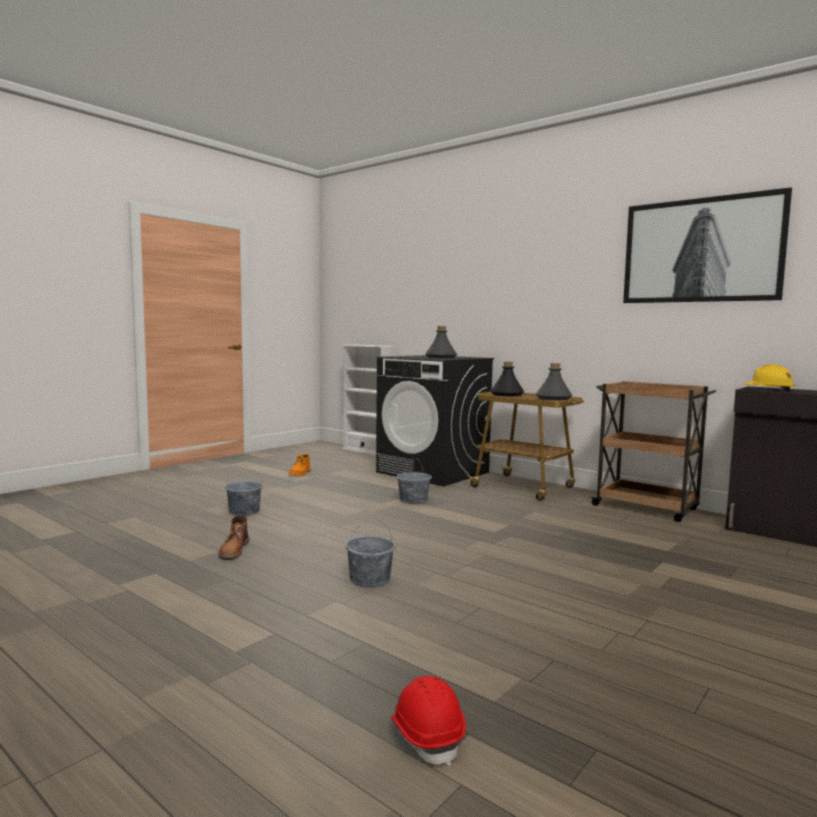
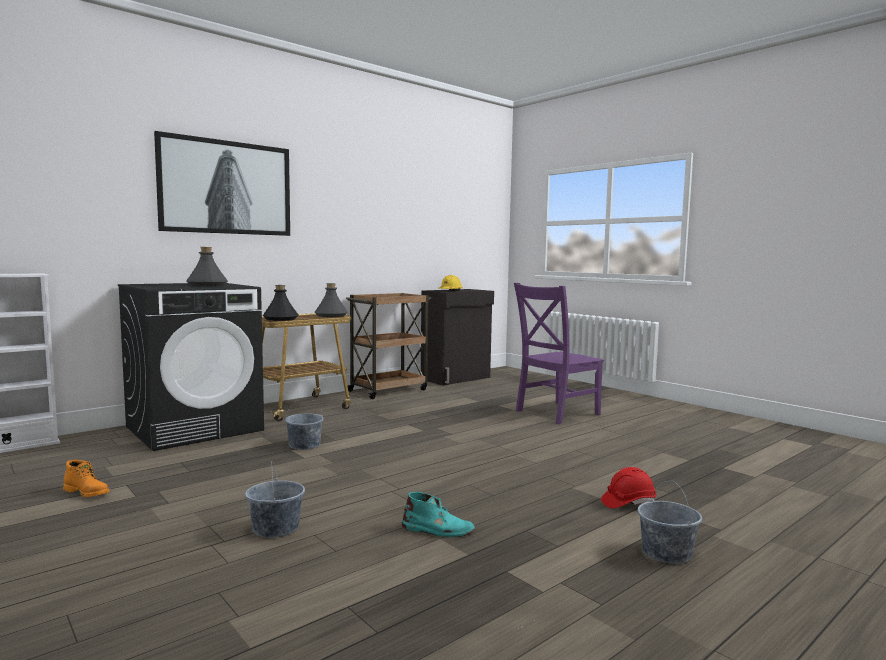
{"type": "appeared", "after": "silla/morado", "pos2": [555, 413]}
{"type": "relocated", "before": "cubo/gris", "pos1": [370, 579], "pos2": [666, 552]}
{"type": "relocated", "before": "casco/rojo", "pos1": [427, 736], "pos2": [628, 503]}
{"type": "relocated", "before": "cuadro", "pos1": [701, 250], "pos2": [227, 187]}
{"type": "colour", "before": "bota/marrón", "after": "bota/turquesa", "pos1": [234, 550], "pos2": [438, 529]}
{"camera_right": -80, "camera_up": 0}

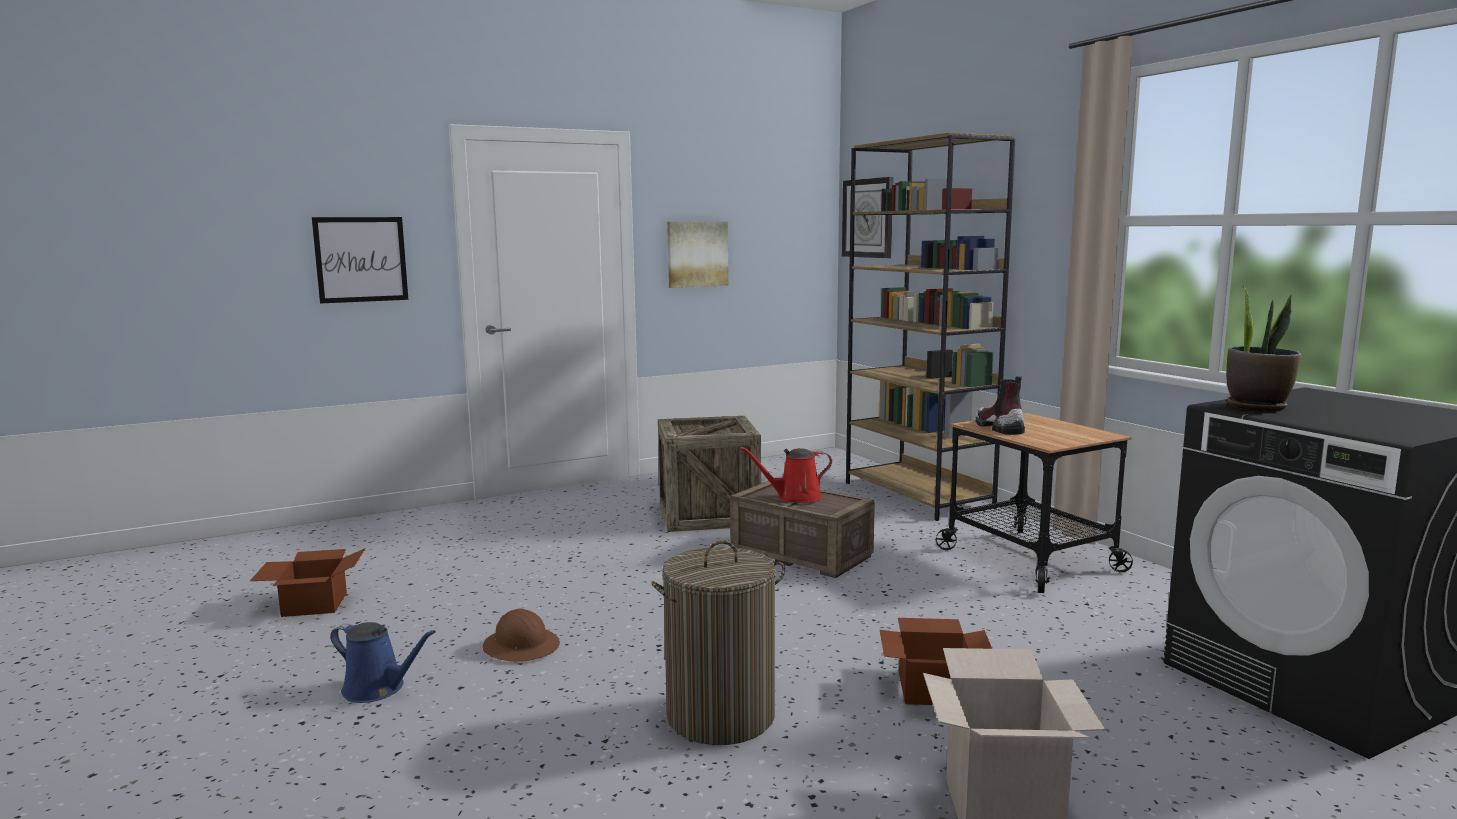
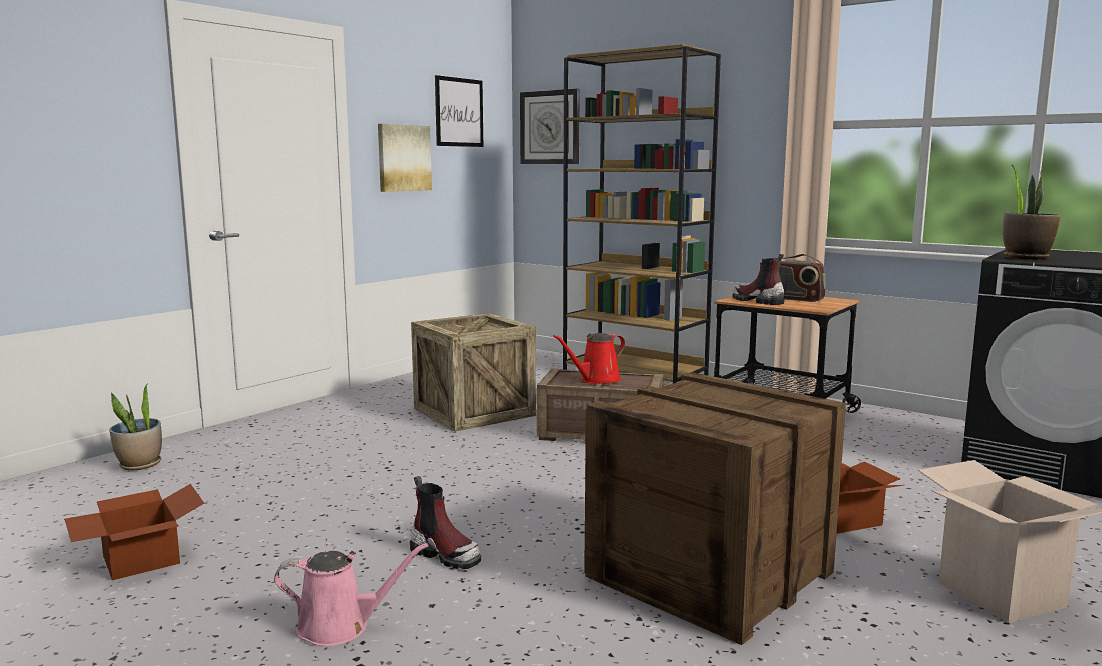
{"type": "appeared", "after": "planta en maceta", "pos2": [140, 465]}
{"type": "appeared", "after": "radio", "pos2": [796, 299]}
{"type": "relocated", "before": "cuadro", "pos1": [361, 259], "pos2": [459, 112]}
{"type": "exchanged", "before": "casco/marrón", "after": "bota", "pos1": [521, 646], "pos2": [445, 555]}
{"type": "exchanged", "before": "cesto de la ropa", "after": "caja de embalaje", "pos1": [720, 716], "pos2": [710, 575]}
{"type": "colour", "before": "regadera/azul", "after": "regadera/rosa", "pos1": [378, 689], "pos2": [340, 627]}
{"camera_right": -25, "camera_up": 0}

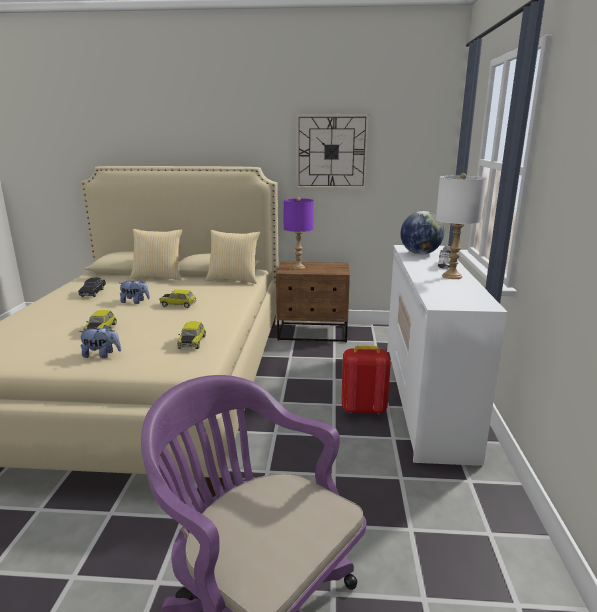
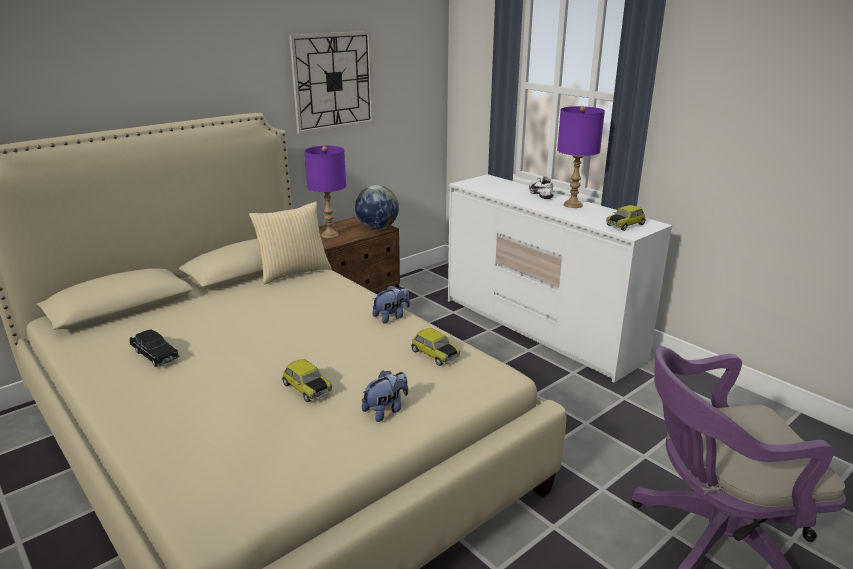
{"type": "missing", "before": "cojín", "pos1": [158, 277]}
{"type": "missing", "before": "mochila/rojo", "pos1": [363, 409]}
{"type": "relocated", "before": "peluche", "pos1": [135, 302], "pos2": [391, 317]}
{"type": "relocated", "before": "coche de juguete", "pos1": [179, 304], "pos2": [625, 225]}
{"type": "relocated", "before": "globo terráqueo", "pos1": [420, 253], "pos2": [377, 228]}
{"type": "colour", "before": "lámpara de mesa/blanco", "after": "lámpara de mesa/morado", "pos1": [452, 276], "pos2": [573, 205]}
{"camera_right": -45, "camera_up": 5}

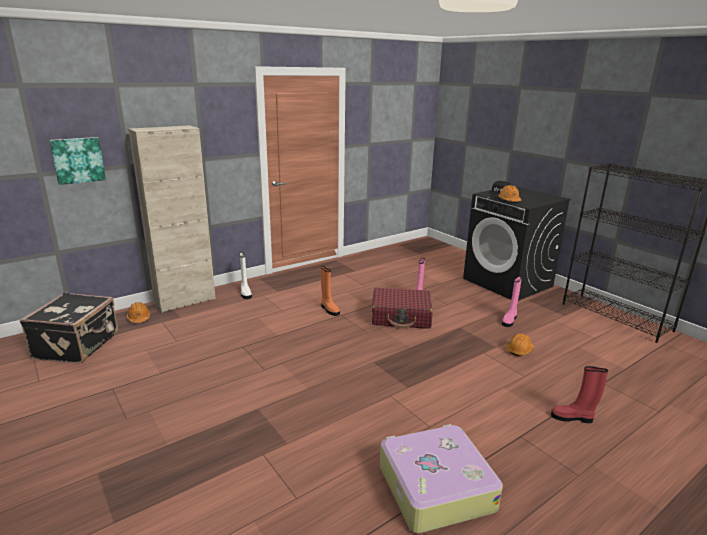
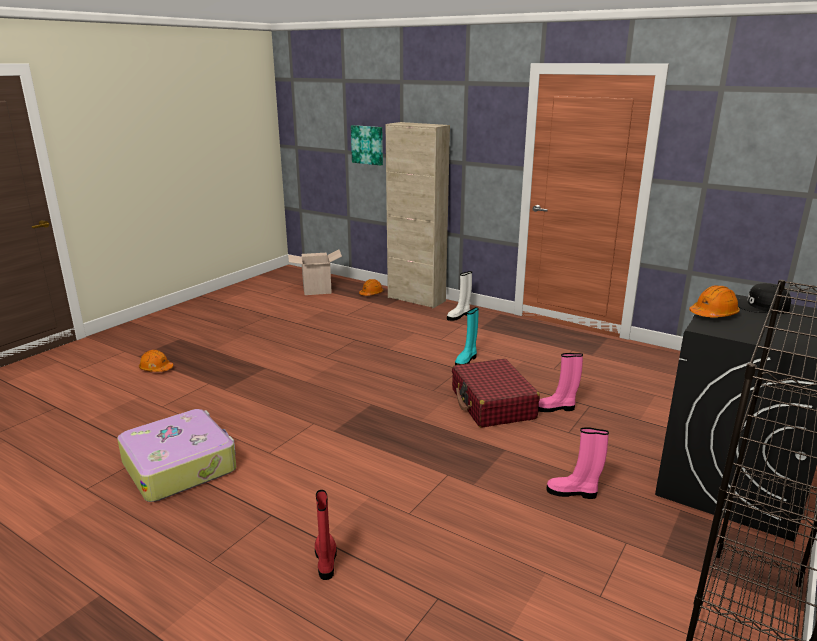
{"type": "relocated", "before": "casco/naranja", "pos1": [519, 350], "pos2": [156, 369]}
{"type": "exchanged", "before": "maleta/negro", "after": "caja de cartón", "pos1": [78, 345], "pos2": [317, 290]}
{"type": "colour", "before": "bota/naranja", "after": "bota/turquesa", "pos1": [329, 309], "pos2": [466, 360]}
{"camera_right": 70, "camera_up": 0}

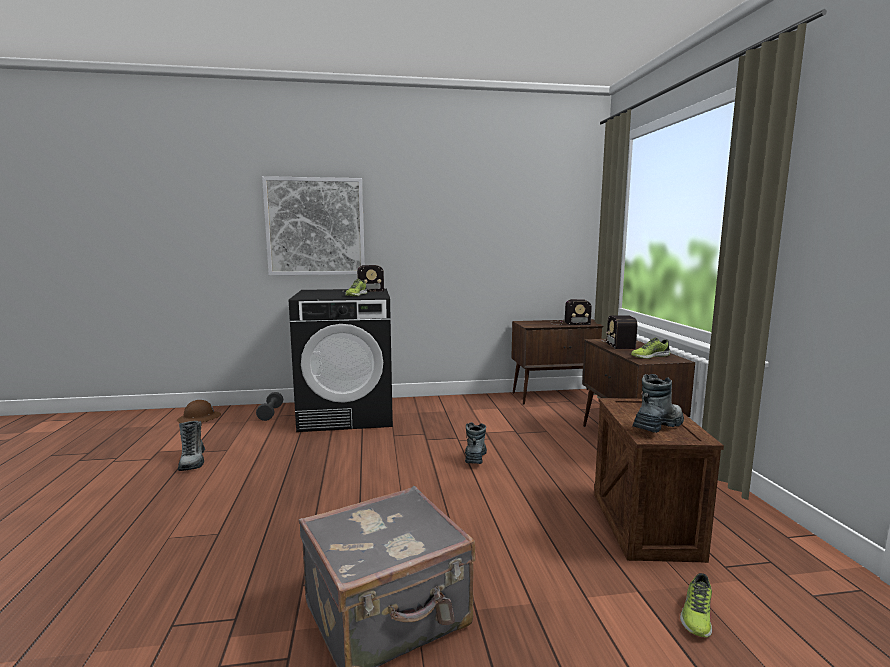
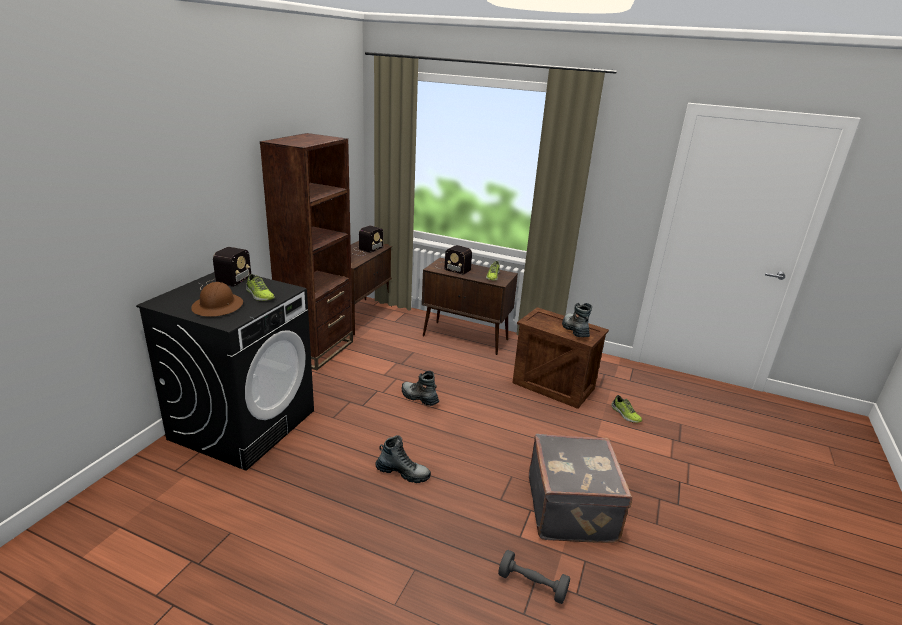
{"type": "missing", "before": "cuadro", "pos1": [315, 227]}
{"type": "appeared", "after": "estantería/marrón", "pos2": [317, 350]}
{"type": "relocated", "before": "casco/marrón", "pos1": [199, 418], "pos2": [218, 306]}
{"type": "relocated", "before": "bota", "pos1": [192, 461], "pos2": [403, 473]}
{"type": "relocated", "before": "mancuerna/gris", "pos1": [270, 413], "pos2": [532, 585]}
{"camera_right": -60, "camera_up": 15}

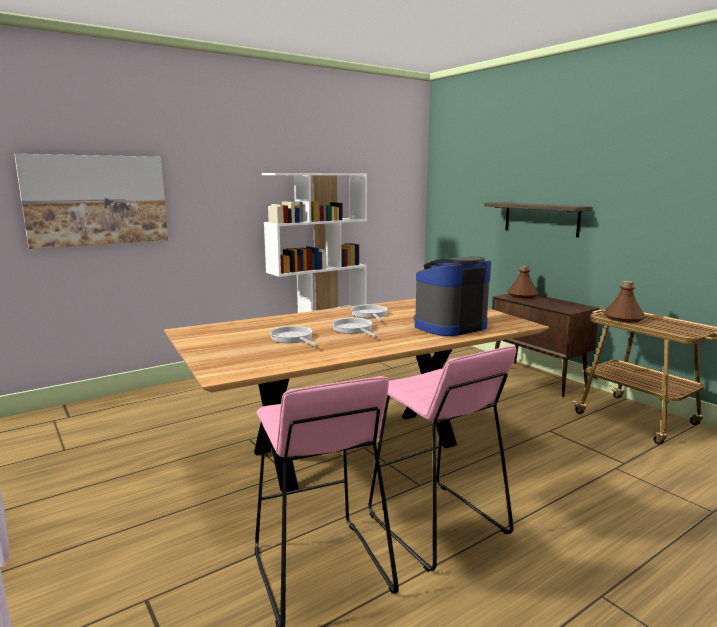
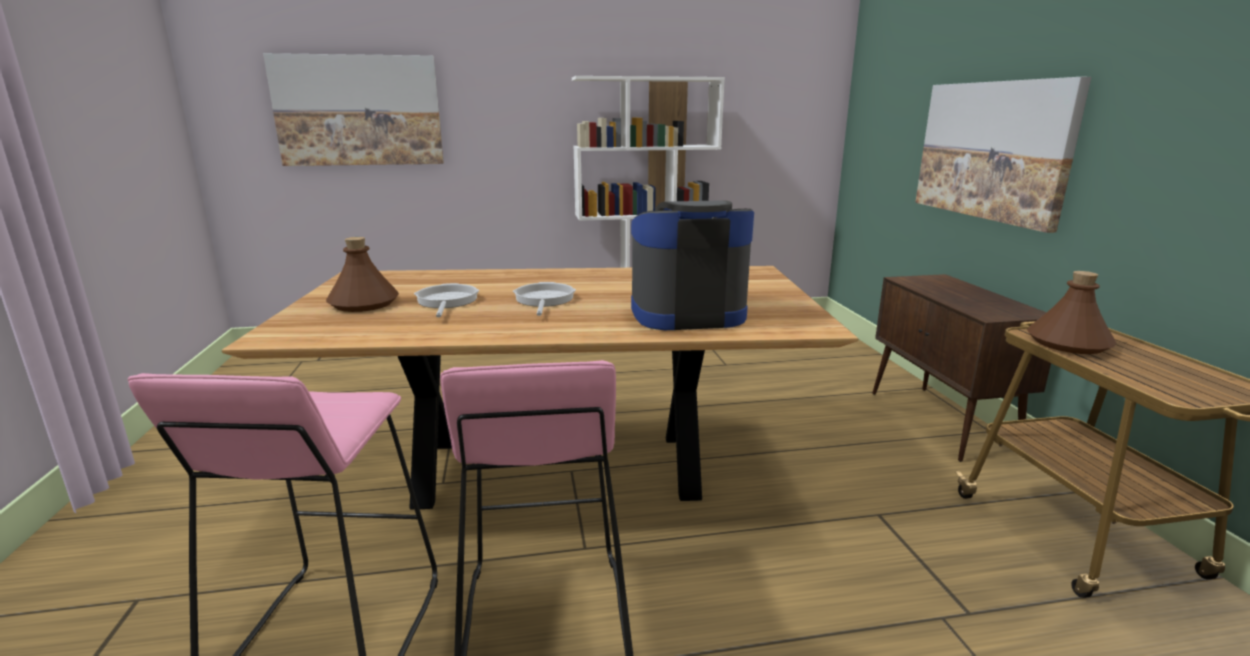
{"type": "missing", "before": "sartén", "pos1": [369, 315]}
{"type": "relocated", "before": "botella/marrón", "pos1": [522, 295], "pos2": [364, 304]}
{"type": "exchanged", "before": "estante", "after": "cuadro", "pos1": [541, 218], "pos2": [992, 150]}
{"camera_right": 25, "camera_up": 5}

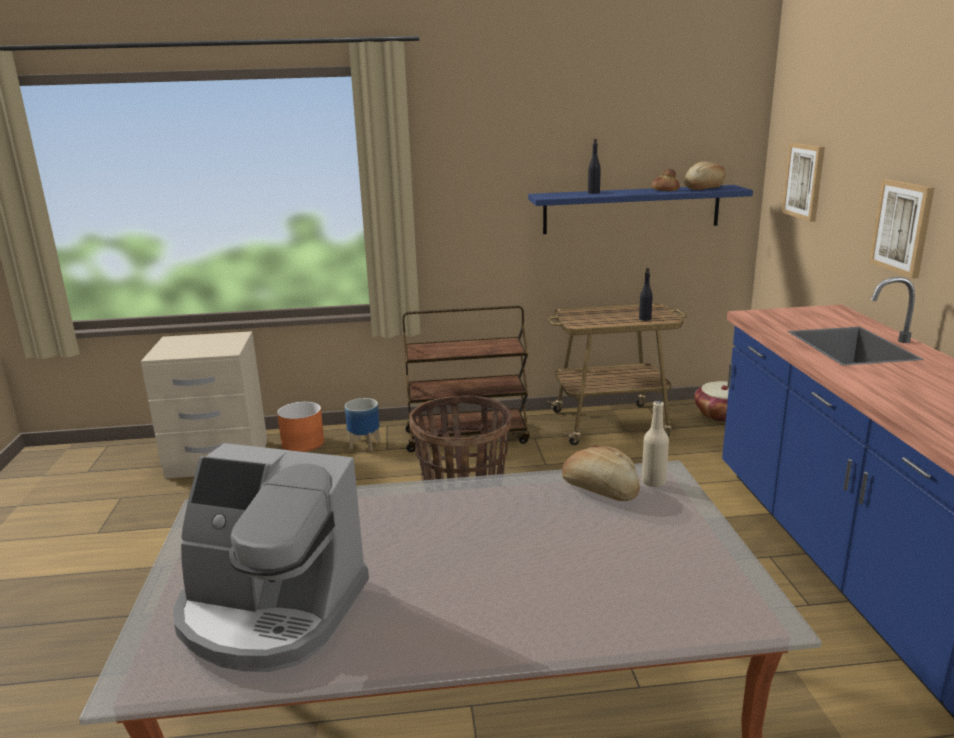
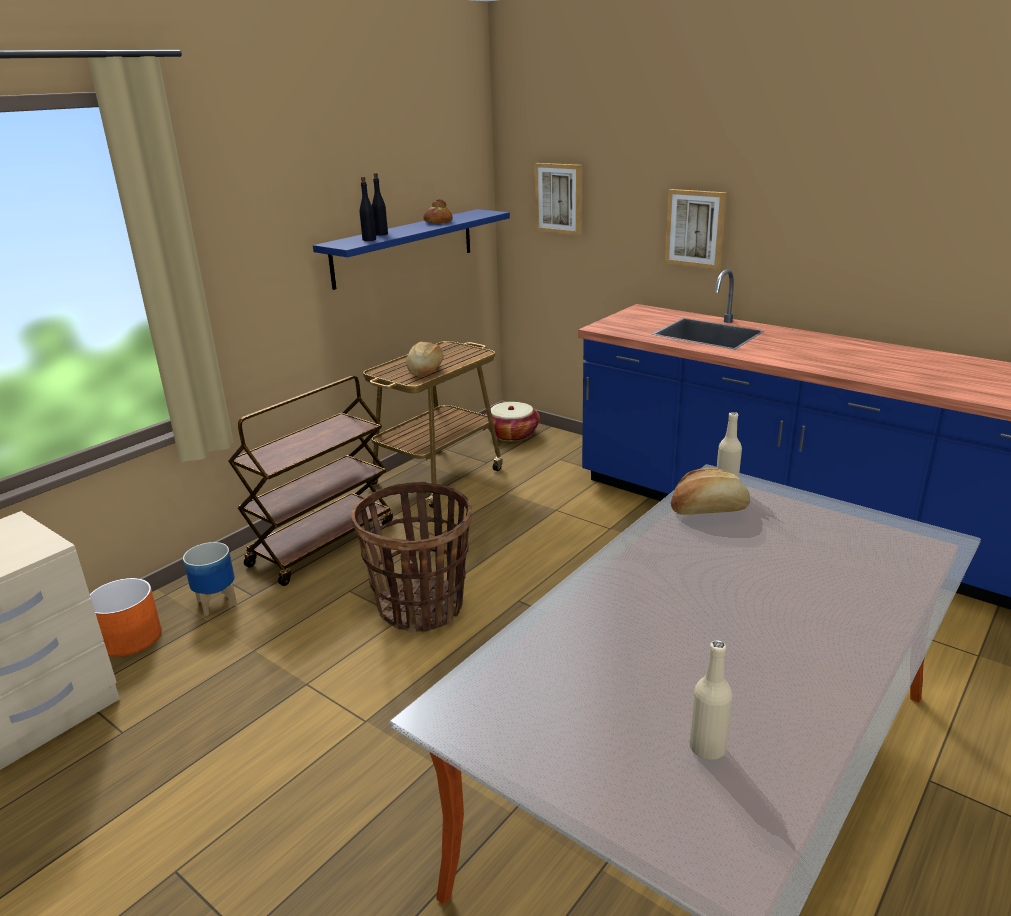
{"type": "relocated", "before": "botella/negro", "pos1": [645, 319], "pos2": [369, 239]}
{"type": "relocated", "before": "pan", "pos1": [704, 188], "pos2": [425, 370]}
{"type": "exchanged", "before": "cafetera", "after": "botella/beis", "pos1": [270, 612], "pos2": [707, 748]}
{"camera_right": -45, "camera_up": 5}

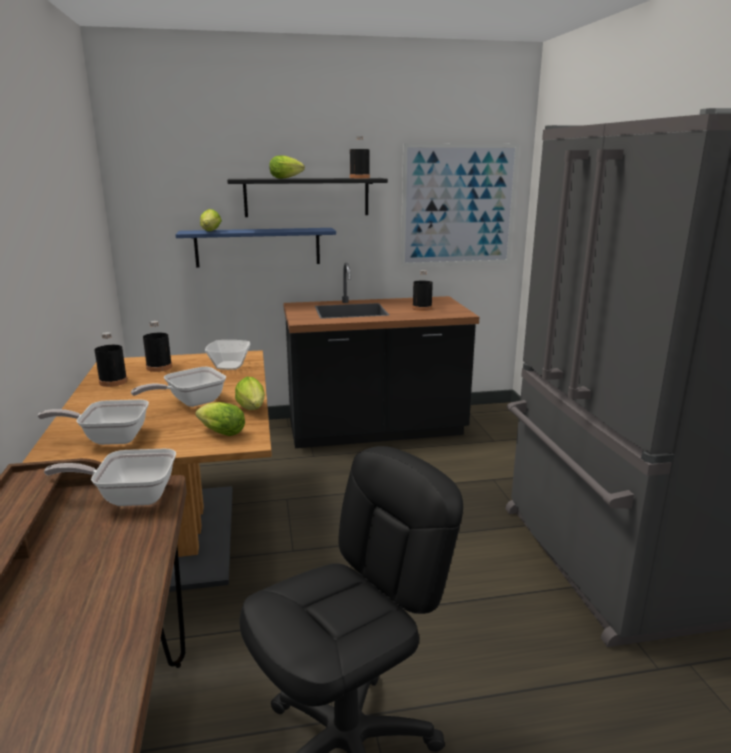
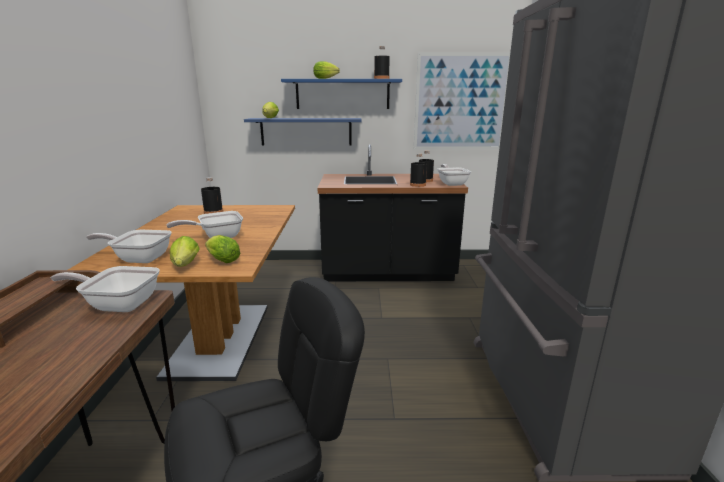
{"type": "missing", "before": "cuenco", "pos1": [229, 366]}
{"type": "appeared", "after": "sartén", "pos2": [451, 183]}
{"type": "relocated", "before": "botella/negro", "pos1": [113, 382], "pos2": [417, 185]}
{"type": "relocated", "before": "lechuga", "pos1": [252, 409], "pos2": [185, 266]}
{"type": "colour", "before": "estante/negro", "after": "estante/azul", "pos1": [307, 197], "pos2": [342, 94]}
{"camera_right": 10, "camera_up": 0}

